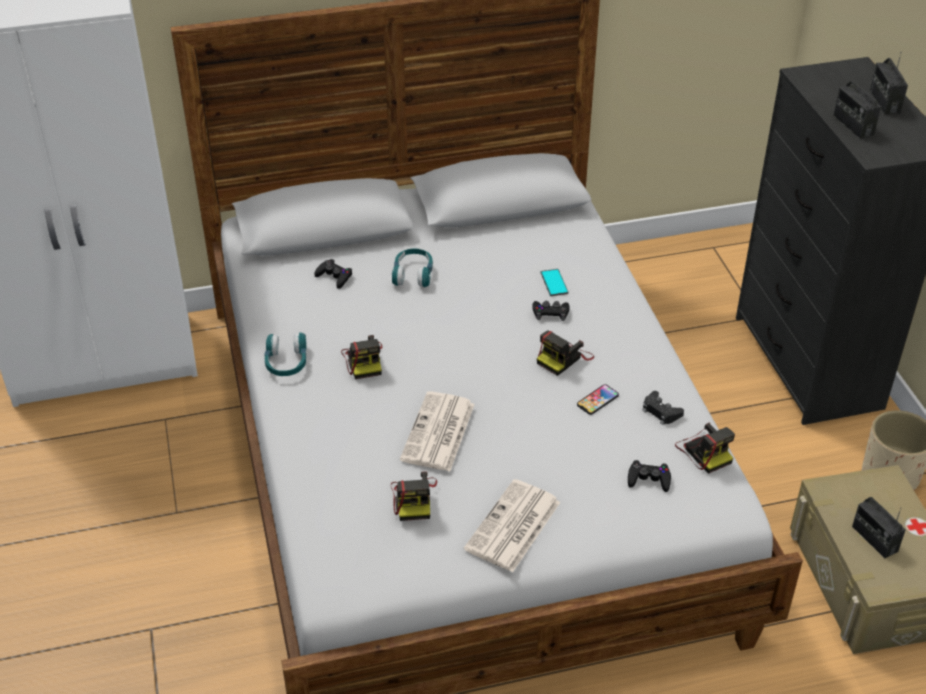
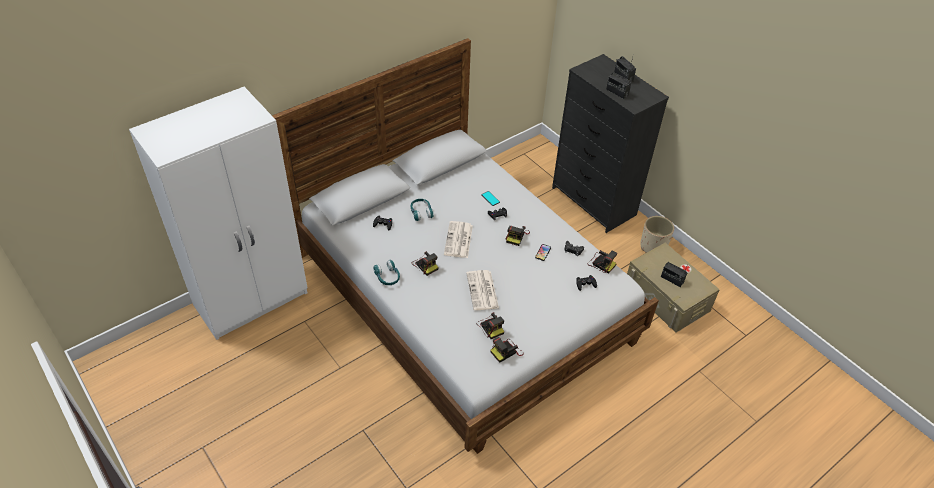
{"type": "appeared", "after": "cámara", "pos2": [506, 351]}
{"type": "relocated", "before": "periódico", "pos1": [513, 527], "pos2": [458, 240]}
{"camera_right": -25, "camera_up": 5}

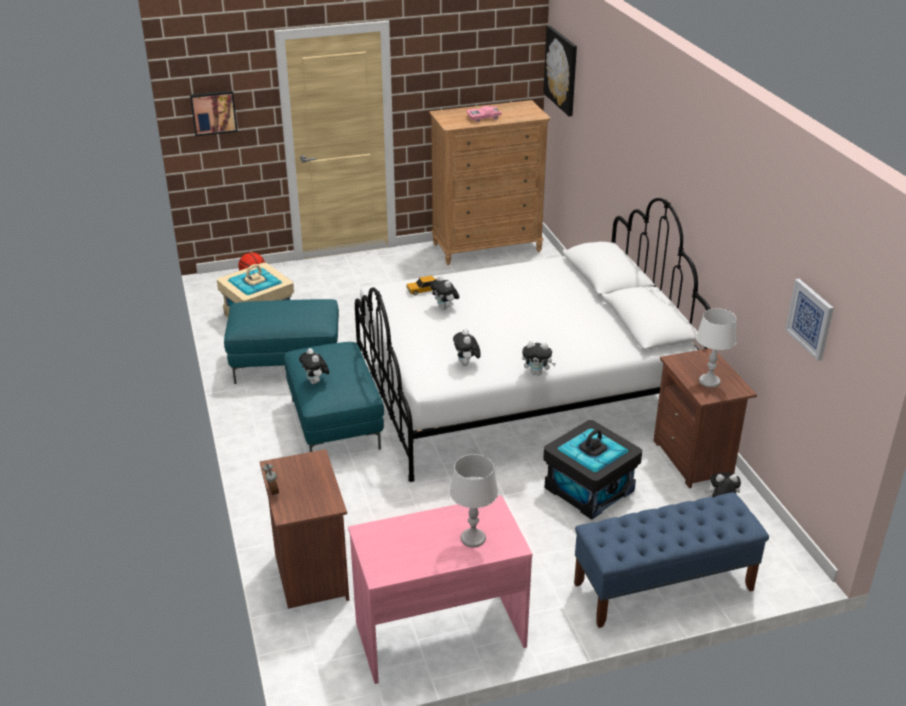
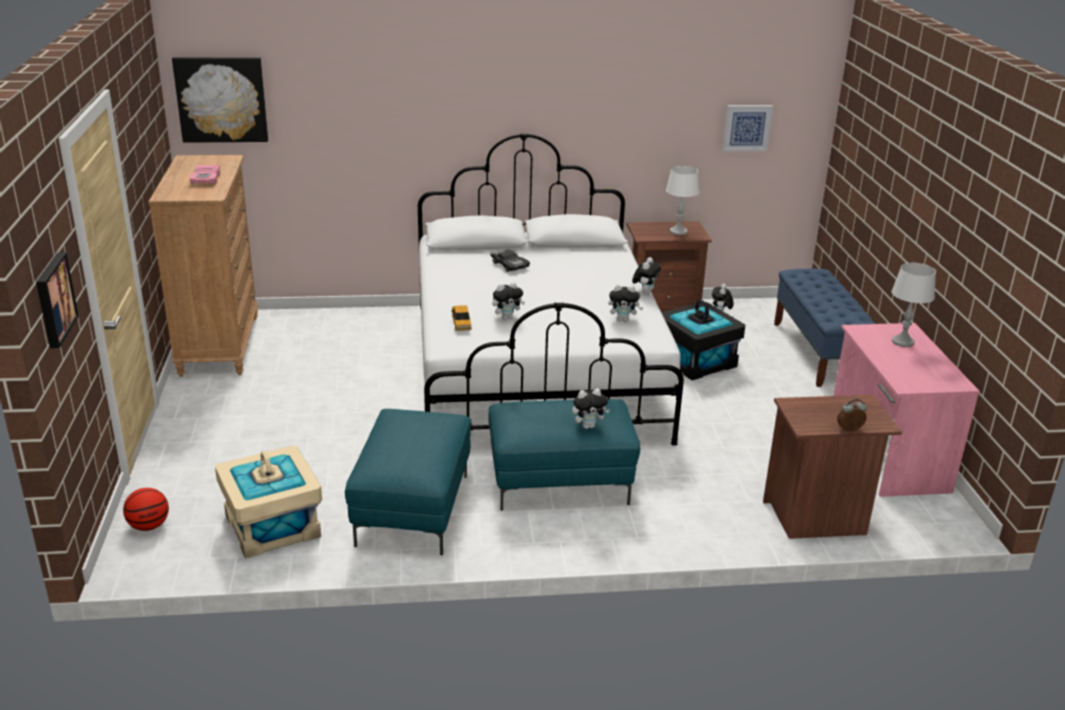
{"type": "appeared", "after": "coche de juguete/negro", "pos2": [509, 265]}
{"camera_right": -80, "camera_up": -5}

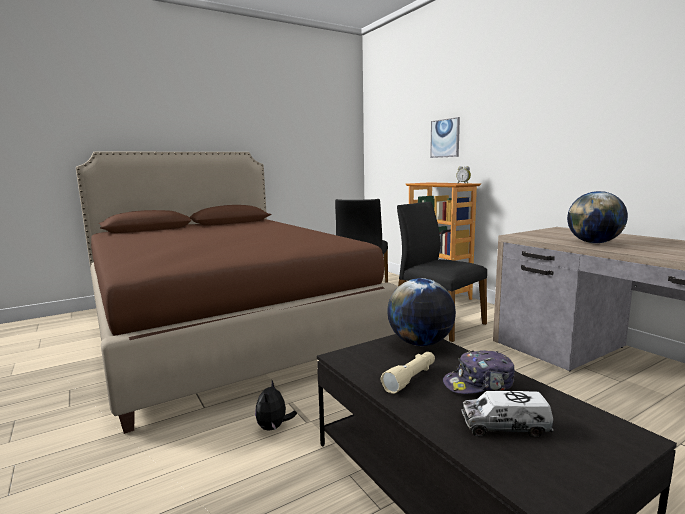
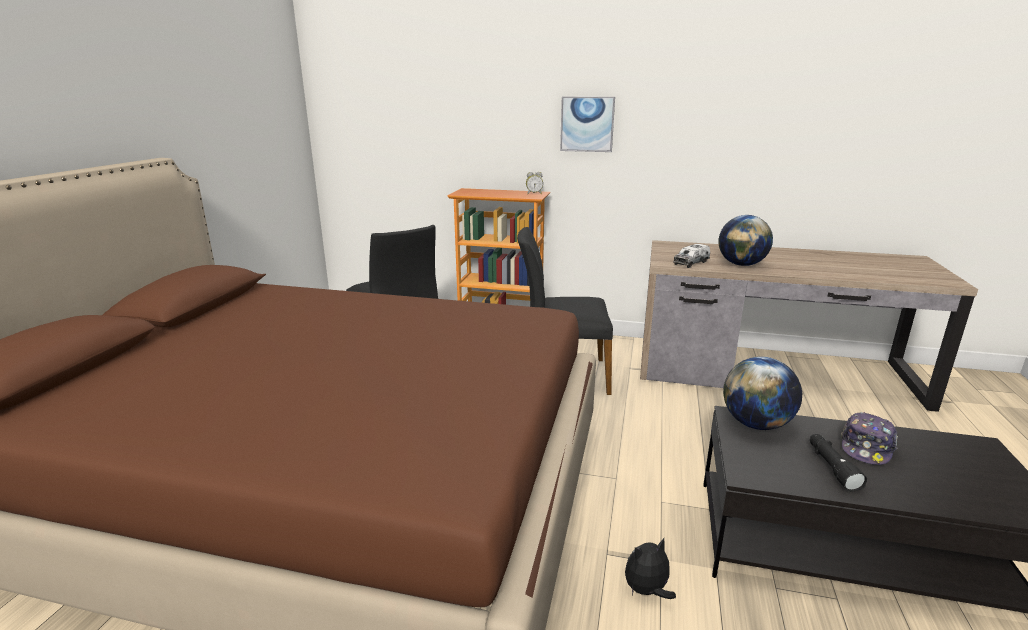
{"type": "relocated", "before": "cuadro", "pos1": [445, 138], "pos2": [587, 124]}
{"type": "relocated", "before": "camión de juguete", "pos1": [505, 426], "pos2": [691, 263]}
{"type": "colour", "before": "linterna/beis", "after": "linterna/negro", "pos1": [411, 378], "pos2": [831, 468]}
{"type": "spun", "before": "peluche", "pos1": [274, 427], "pos2": [647, 591], "turn": 105}
{"camera_right": -45, "camera_up": 10}

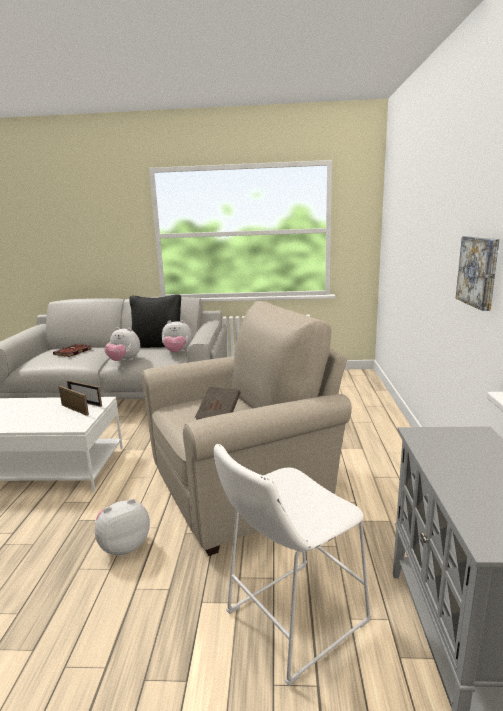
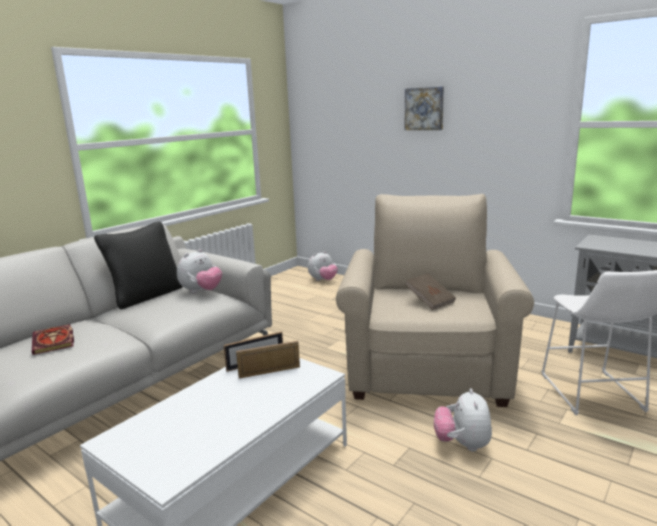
{"type": "relocated", "before": "peluche", "pos1": [124, 361], "pos2": [323, 280]}
{"type": "relocated", "before": "cuadro", "pos1": [479, 271], "pos2": [424, 109]}
{"camera_right": -55, "camera_up": 0}

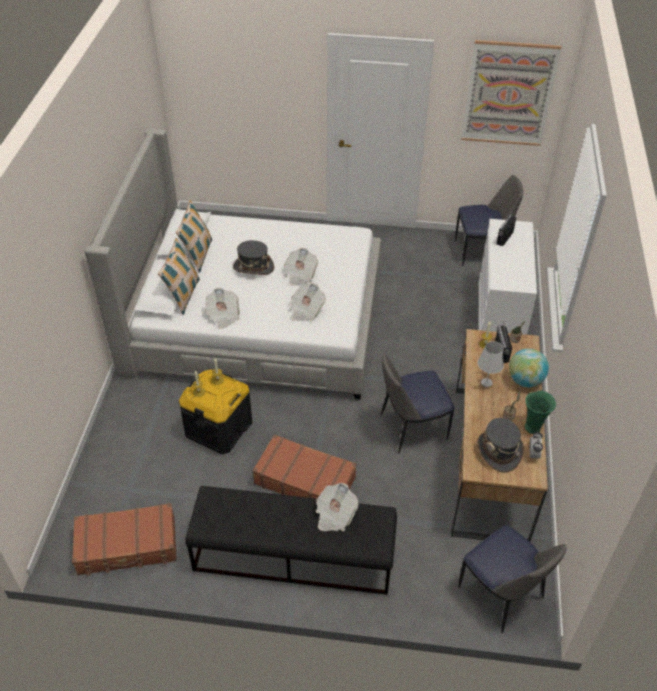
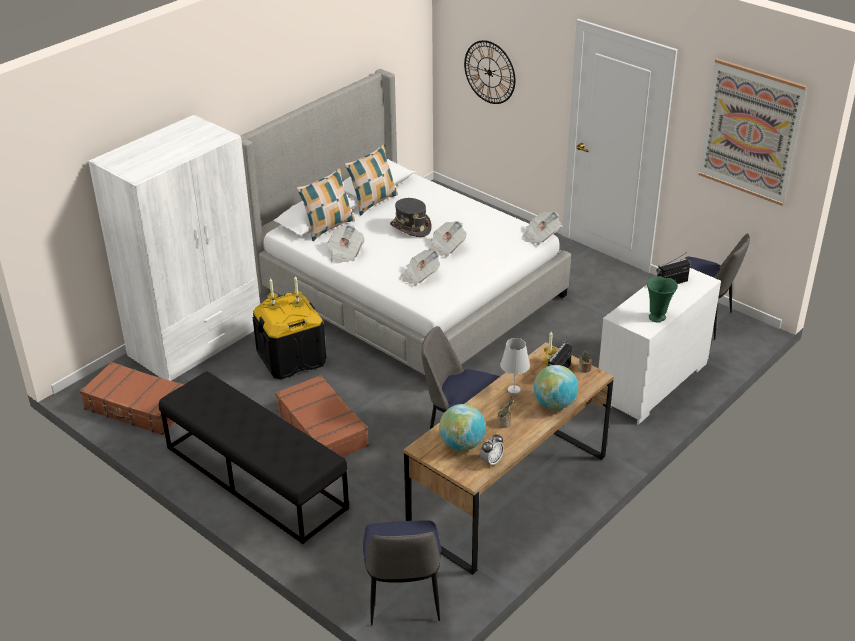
{"type": "appeared", "after": "armario ropero/blanco", "pos2": [197, 341]}
{"type": "appeared", "after": "reloj de pared", "pos2": [489, 72]}
{"type": "relocated", "before": "periódico", "pos1": [334, 515], "pos2": [540, 237]}
{"type": "relocated", "before": "florero/verde", "pos1": [533, 427], "pos2": [658, 317]}
{"type": "exchanged", "before": "sombrero/gris", "after": "globo terráqueo", "pos1": [499, 451], "pos2": [462, 444]}
{"camera_right": 35, "camera_up": -10}

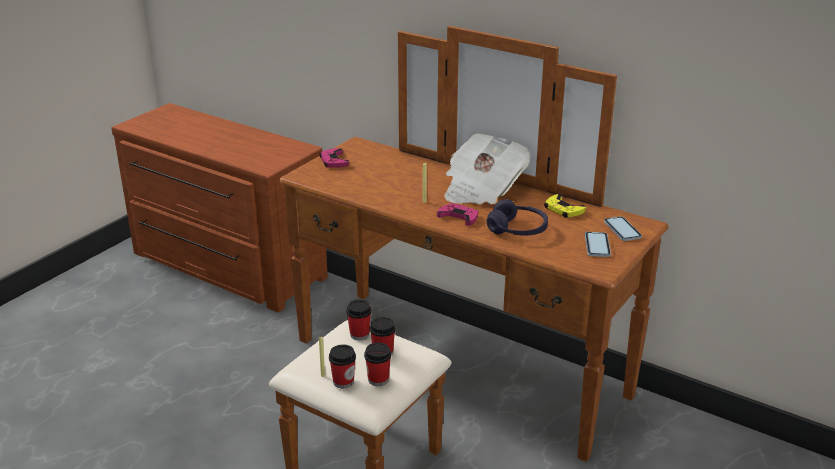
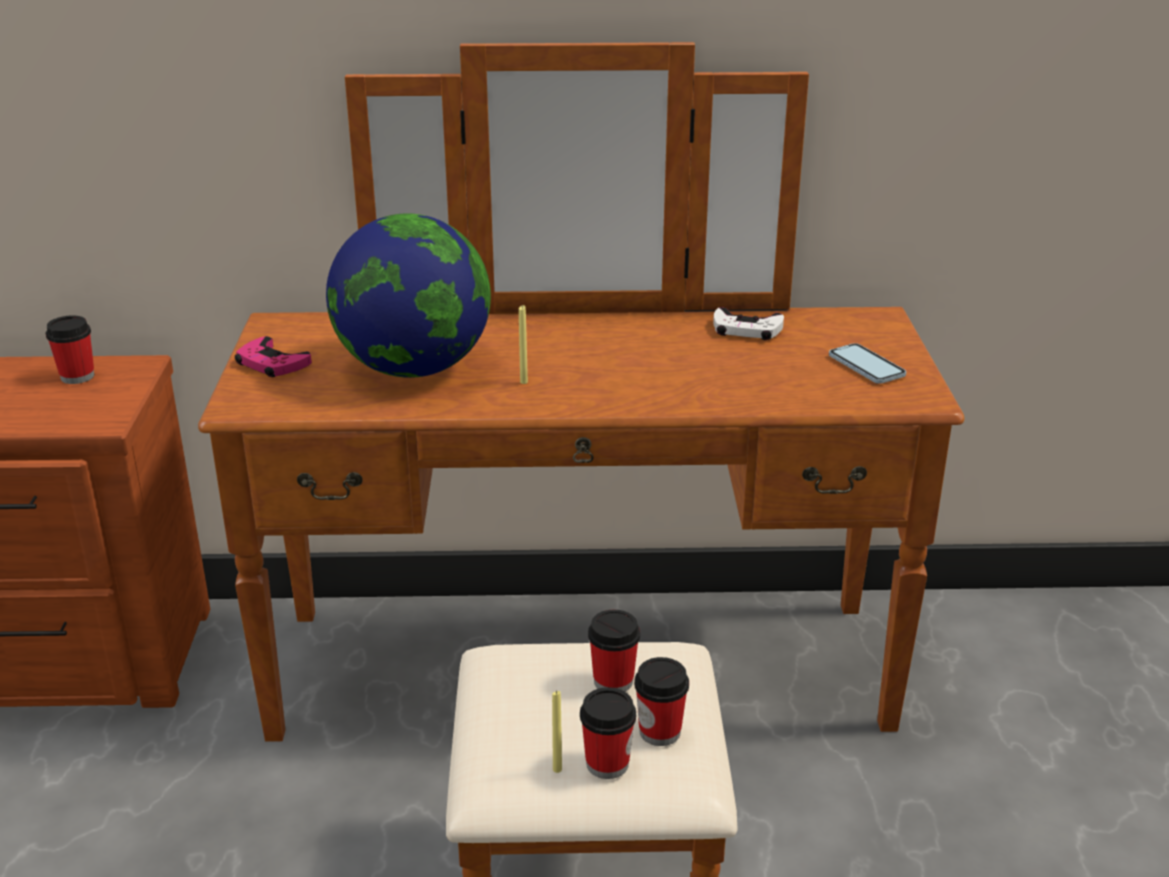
{"type": "missing", "before": "mando de consola/rosa", "pos1": [458, 217]}
{"type": "missing", "before": "periódico", "pos1": [482, 189]}
{"type": "missing", "before": "auriculares/morado", "pos1": [517, 230]}
{"type": "missing", "before": "móvil", "pos1": [622, 230]}
{"type": "appeared", "after": "globo terráqueo", "pos2": [414, 369]}
{"type": "relocated", "before": "taza", "pos1": [359, 334], "pos2": [77, 376]}
{"type": "colour", "before": "mando de consola/amarillo", "after": "mando de consola/blanco", "pos1": [563, 210], "pos2": [746, 330]}
{"camera_right": -35, "camera_up": 0}

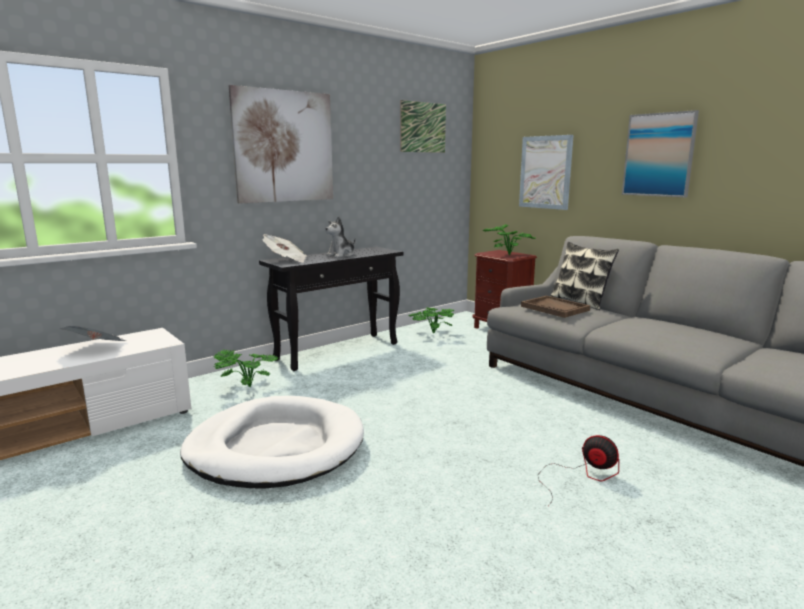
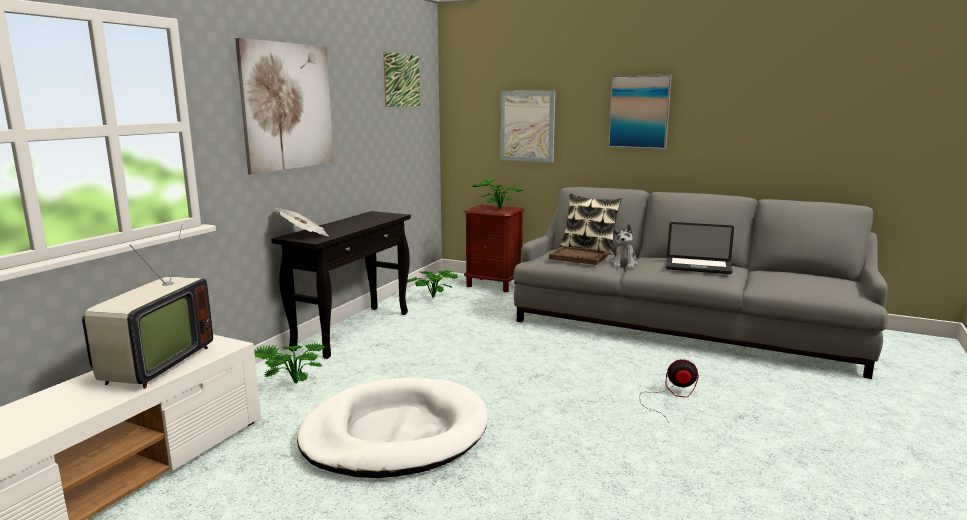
{"type": "appeared", "after": "portátil", "pos2": [698, 267]}
{"type": "relocated", "before": "peluche", "pos1": [341, 255], "pos2": [624, 264]}
{"type": "exchanged", "before": "periódico", "after": "televisor", "pos1": [98, 349], "pos2": [153, 365]}
{"camera_right": -25, "camera_up": 0}

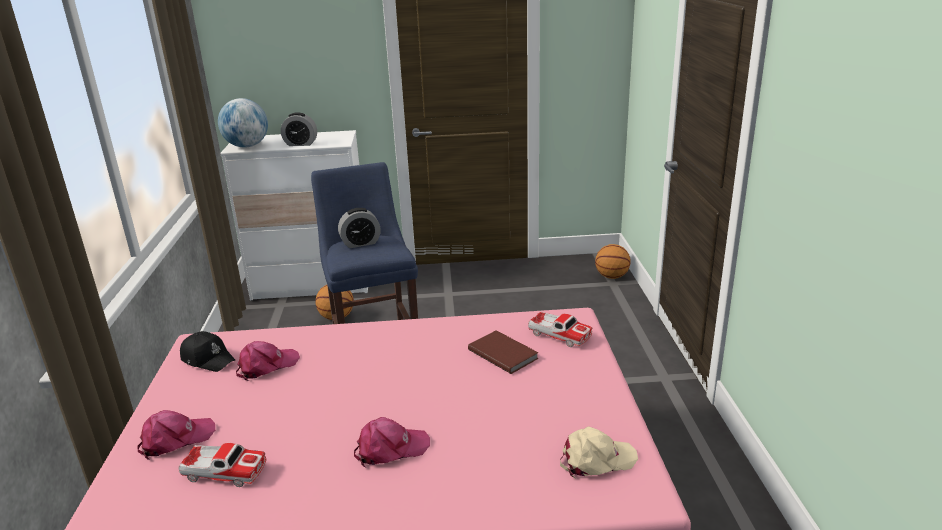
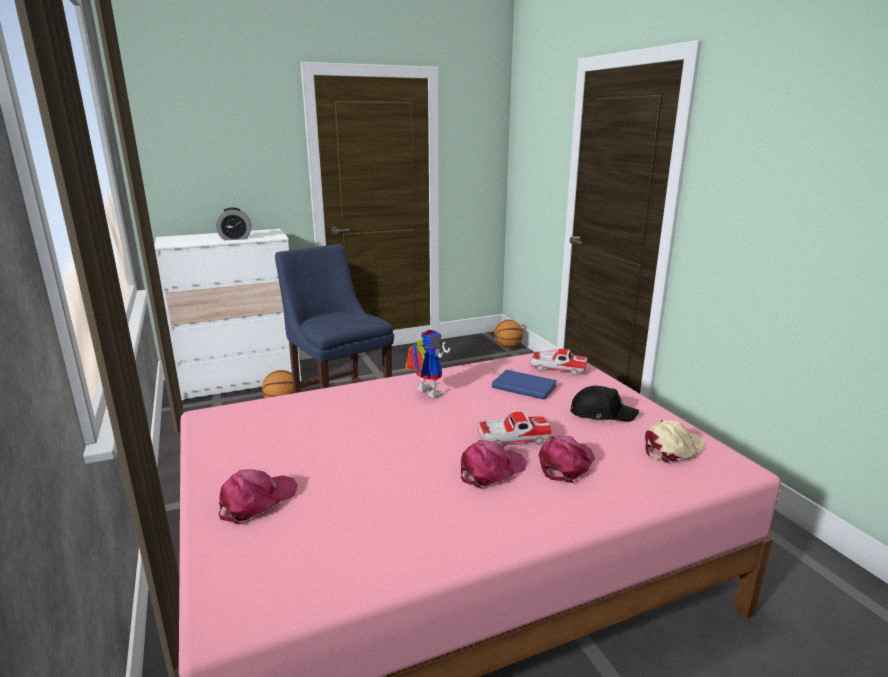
{"type": "missing", "before": "globo terráqueo", "pos1": [247, 146]}
{"type": "missing", "before": "despertador", "pos1": [360, 243]}
{"type": "appeared", "after": "robot de juguete", "pos2": [425, 392]}
{"type": "relocated", "before": "coche de juguete", "pos1": [224, 471], "pos2": [513, 438]}
{"type": "relocated", "before": "gorra/negro", "pos1": [208, 359], "pos2": [601, 413]}
{"type": "relocated", "before": "gorra/rosa", "pos1": [266, 366], "pos2": [566, 464]}
{"type": "colour", "before": "libro/marrón", "after": "libro/azul", "pos1": [503, 353], "pos2": [524, 386]}
{"camera_right": -20, "camera_up": -5}

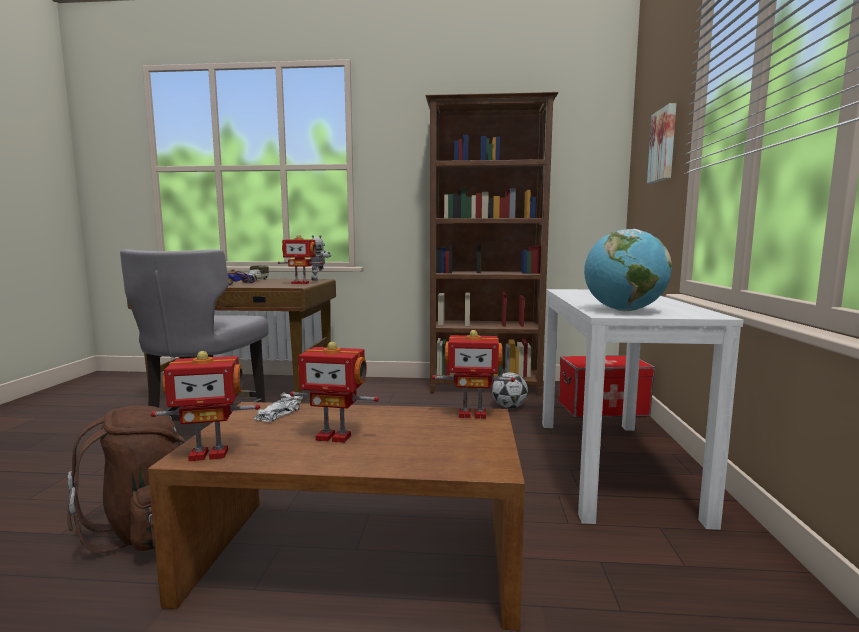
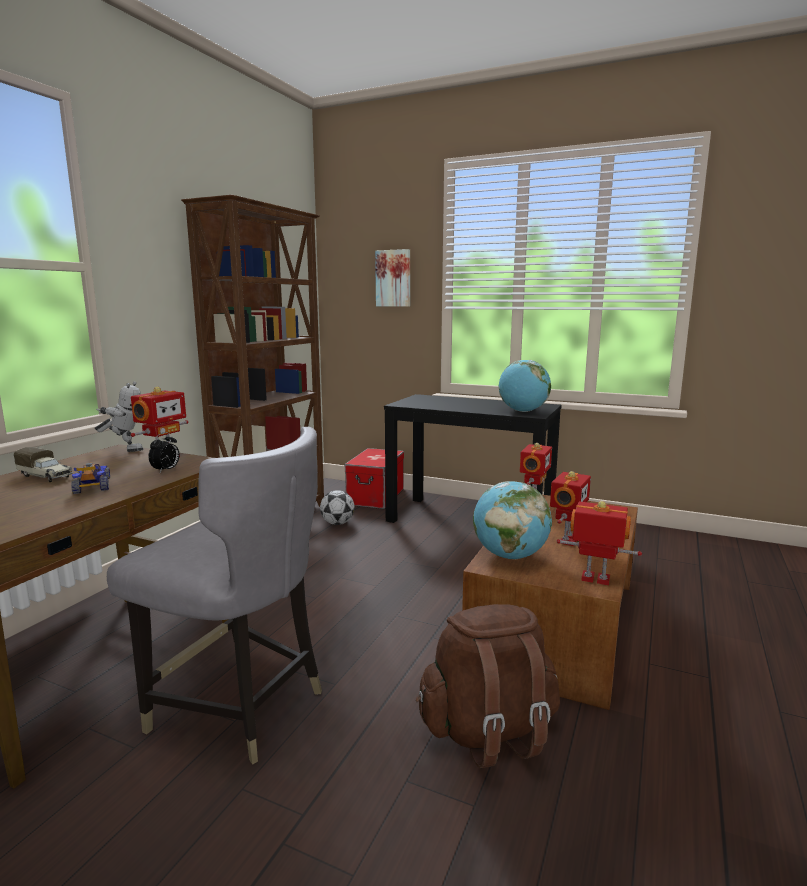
{"type": "appeared", "after": "despertador", "pos2": [166, 470]}
{"type": "exchanged", "before": "coche de juguete/blanco", "after": "globo terráqueo", "pos1": [278, 414], "pos2": [510, 556]}
{"type": "colour", "before": "mesa consola/blanco", "after": "mesa consola/negro", "pos1": [612, 465], "pos2": [470, 520]}
{"type": "spun", "before": "robot de juguete", "pos1": [209, 454], "pos2": [595, 580], "turn": -75}
{"camera_right": -70, "camera_up": 5}

